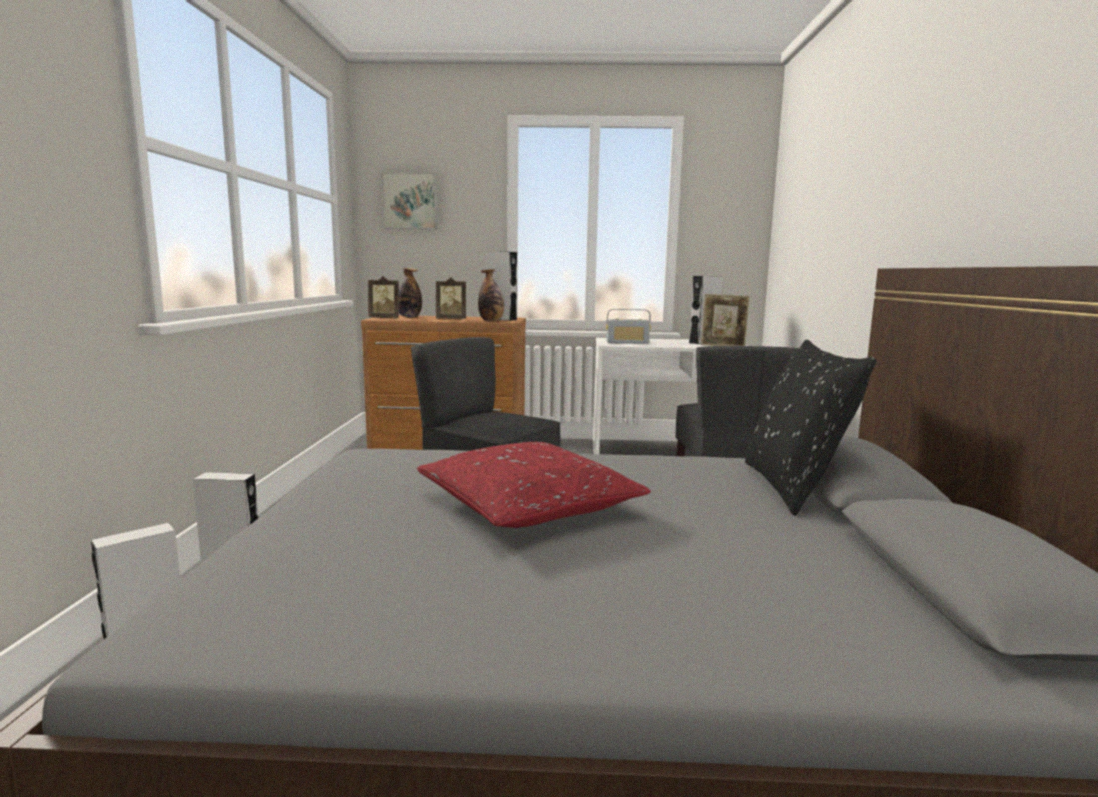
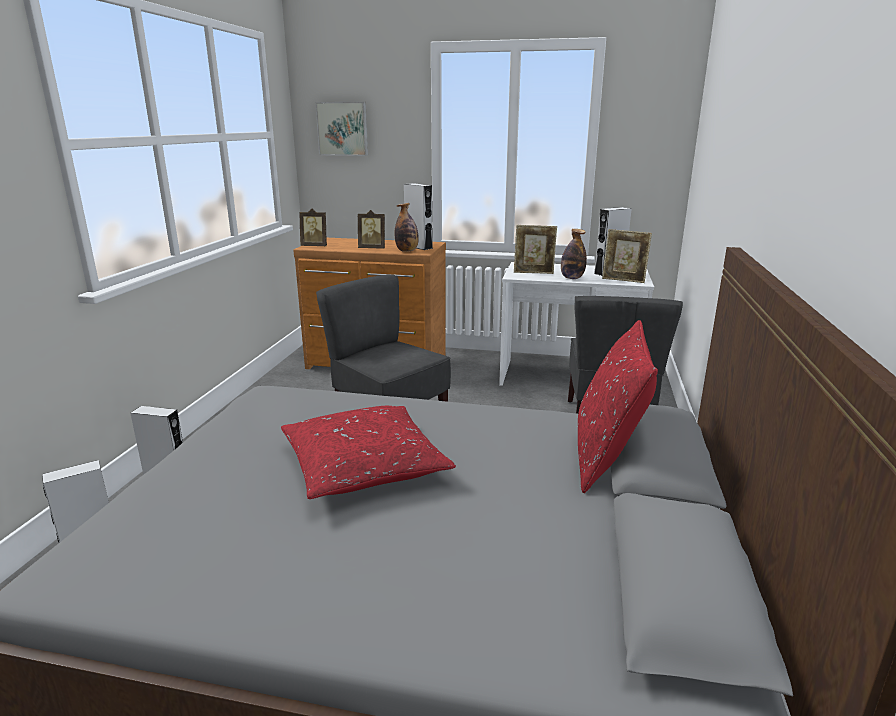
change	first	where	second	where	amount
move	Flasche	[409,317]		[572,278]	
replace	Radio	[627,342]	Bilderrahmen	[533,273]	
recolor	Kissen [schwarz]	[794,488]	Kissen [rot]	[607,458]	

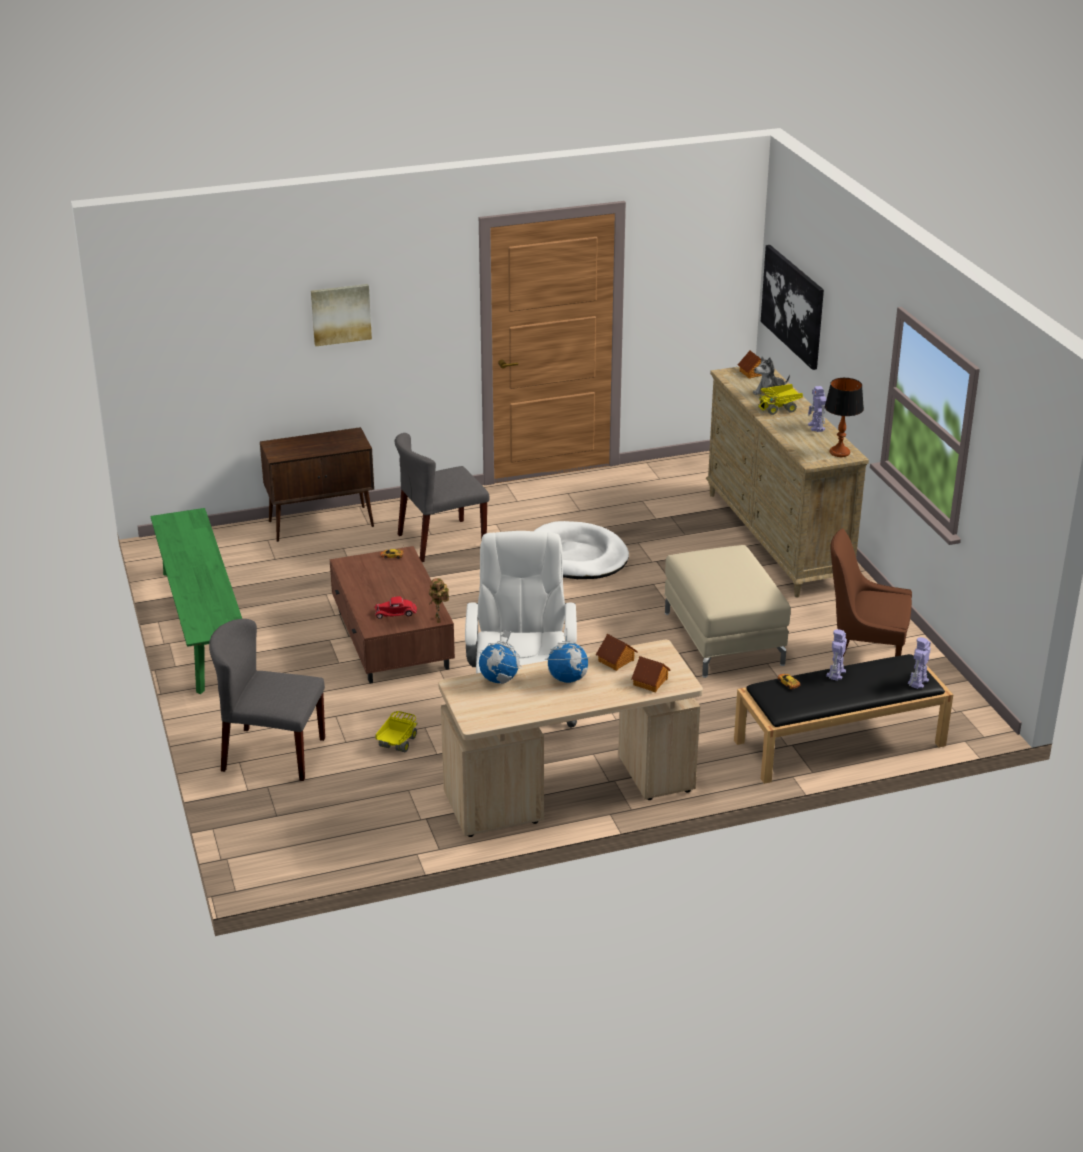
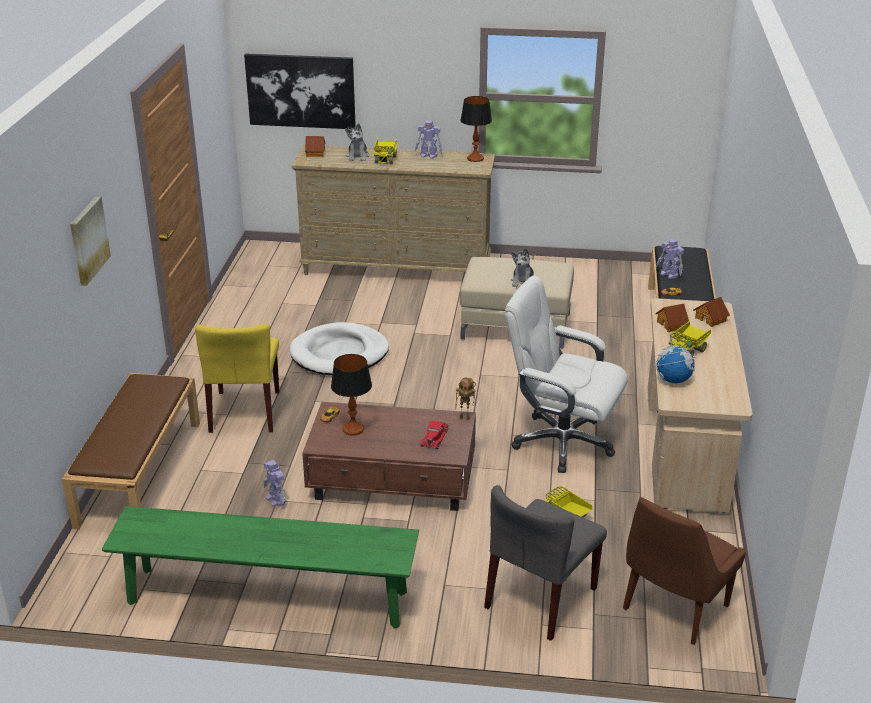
change	first	where	second	where	amount
replace	Schrank [braun]	[322,524]	Bank [braun]	[139,471]	
recolor	Stuhl [grau]	[441,541]	Stuhl [gelb]	[245,412]	
replace	Globus	[568,678]	Spielzeuglaster	[688,350]	
move	Stuhl [braun]	[863,659]		[673,609]	
move	Spielzeugroboter	[918,682]		[276,500]	
insert			Tischlampe	[353,429]	
insert			Plüschtier	[523,281]	

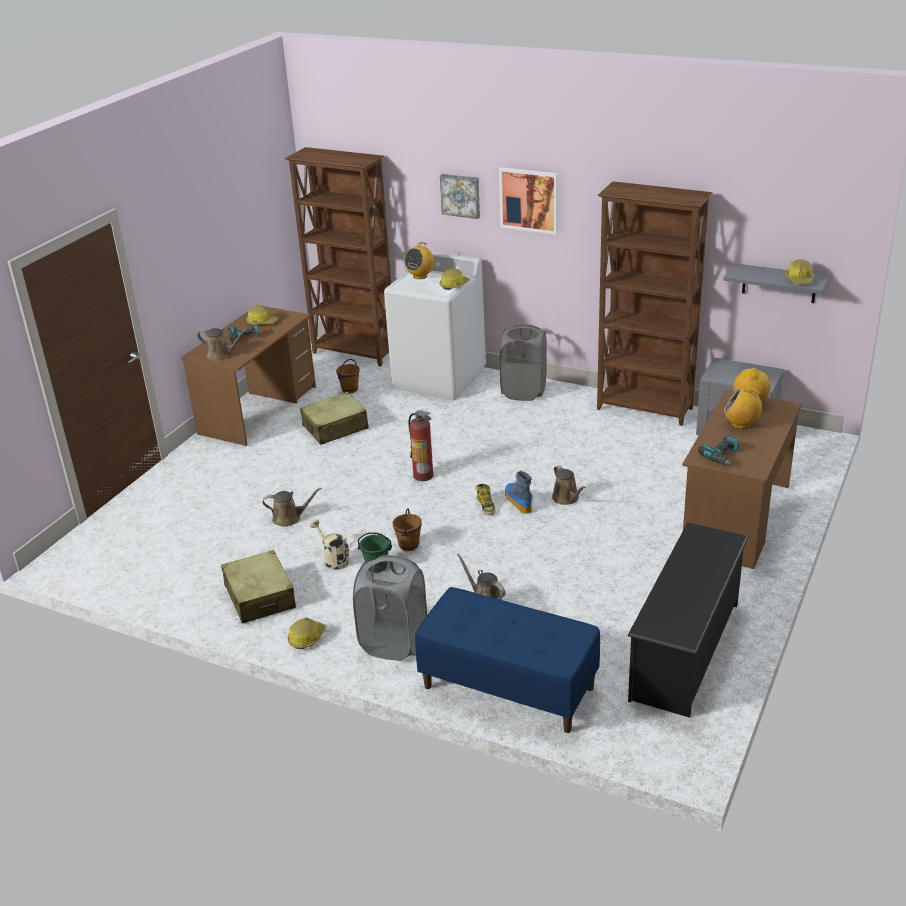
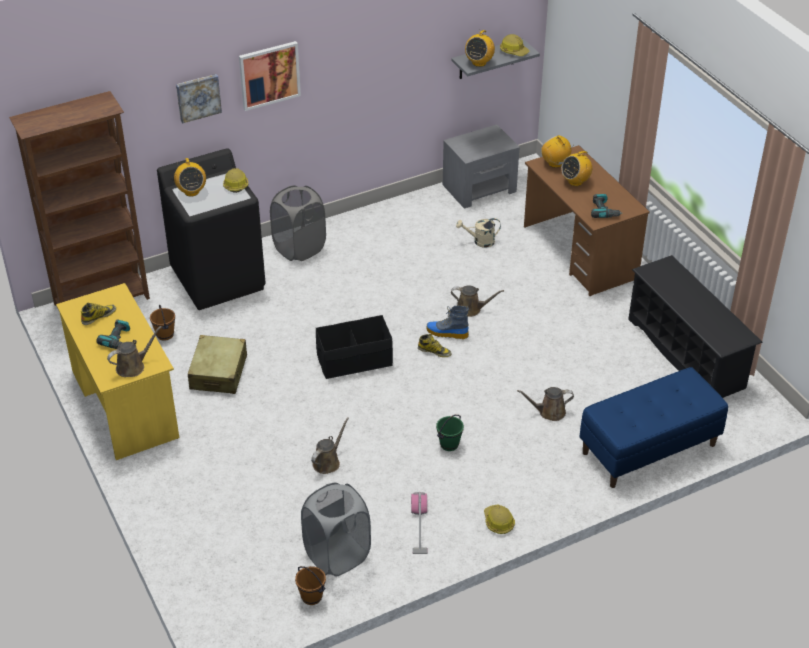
change	first	where	second	where	amount
recolor	Schreibtisch [braun]	[258,410]	Schreibtisch [gelb]	[125,404]	
replace	Koffer [beige]	[260,597]	Staubsauger	[419,525]	
replace	Schutzhelm	[262,322]	Stiefel	[99,316]	
move	Gießkanne [beige]	[333,559]		[480,241]	
move	Wäschekorb [grau]	[393,642]		[337,555]	
recolor	Waschmaschine [weiß]	[439,379]	Waschmaschine [schwarz]	[219,279]	
move	Eimer [braun]	[408,545]		[311,597]	
replace	Feuerlöscher	[423,475]	Aufbewahrungsbox [schwarz]	[354,361]	
delete	Bücherregal [braun]	[645,409]			
insert			Radio	[479,62]	

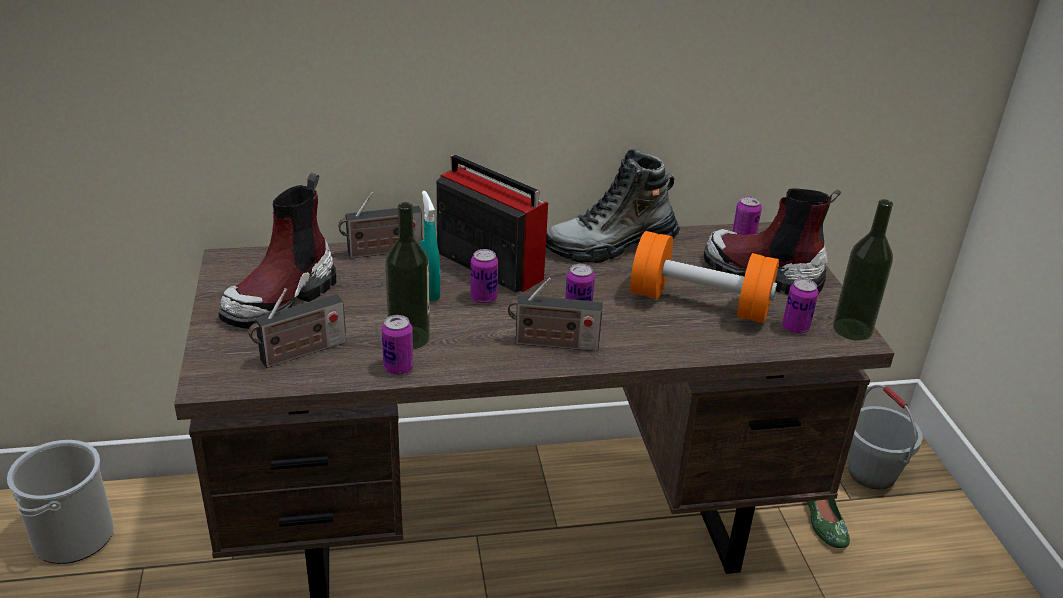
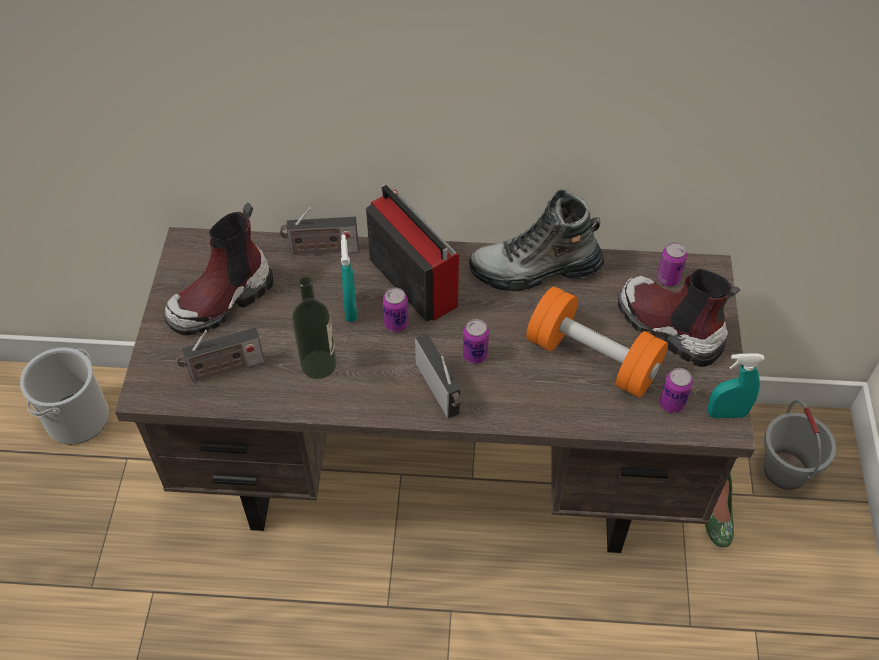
change	first	where	second	where	amount
delete	Dose	[398,368]			
rotate	Radio	[552,344]		[440,390]	135 degrees counterclockwise
replace	Flasche	[852,329]	Sprühflasche [türkis]	[726,413]	

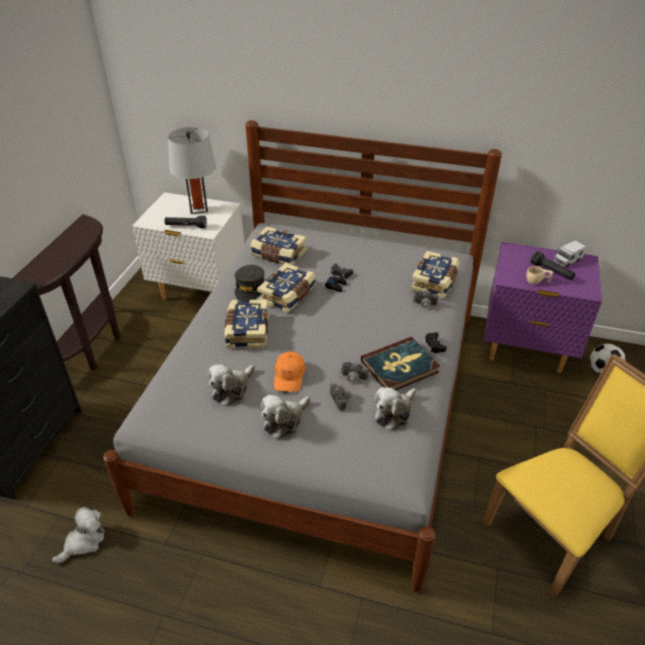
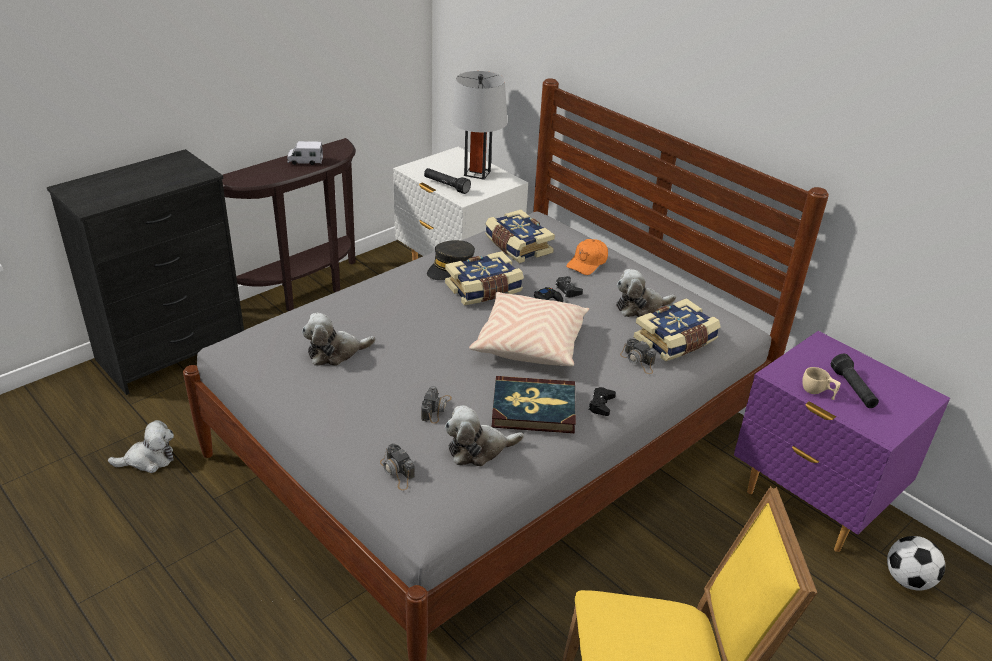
change	first	where	second	where	amount
delete	Buch	[246,332]			
move	Plüschtier	[285,421]		[640,307]	
move	Kappe [orange]	[289,376]		[587,263]	
move	Kamera	[356,379]		[397,472]	
move	Spielzeuglaster	[567,260]		[305,161]	
insert			Kissen [beige]	[530,343]	

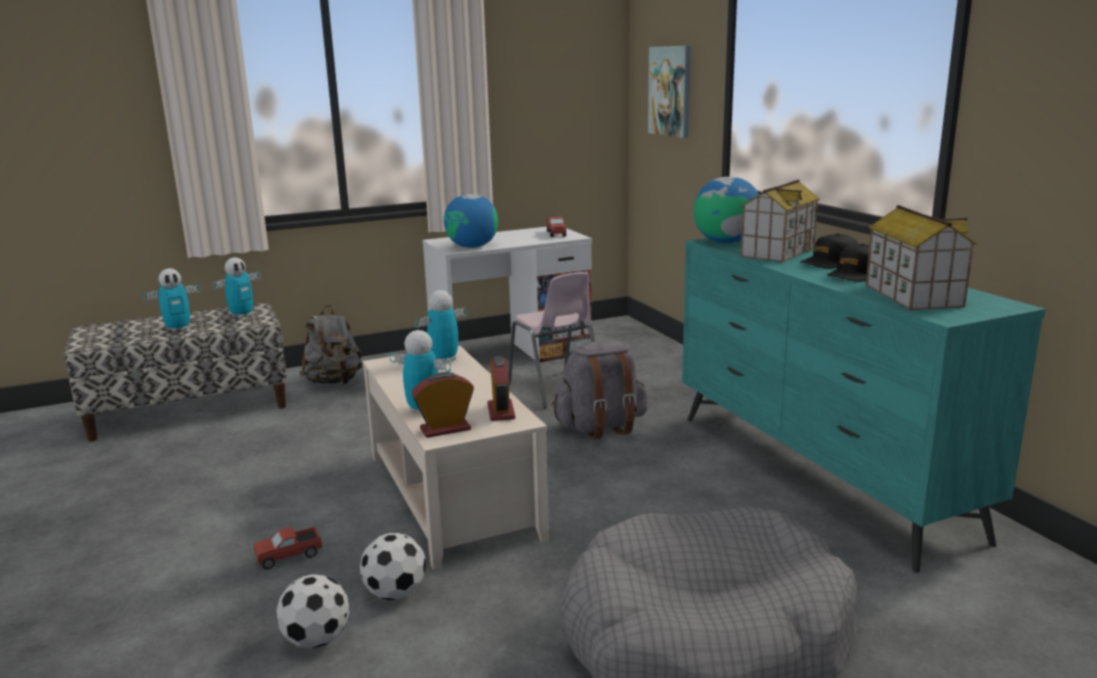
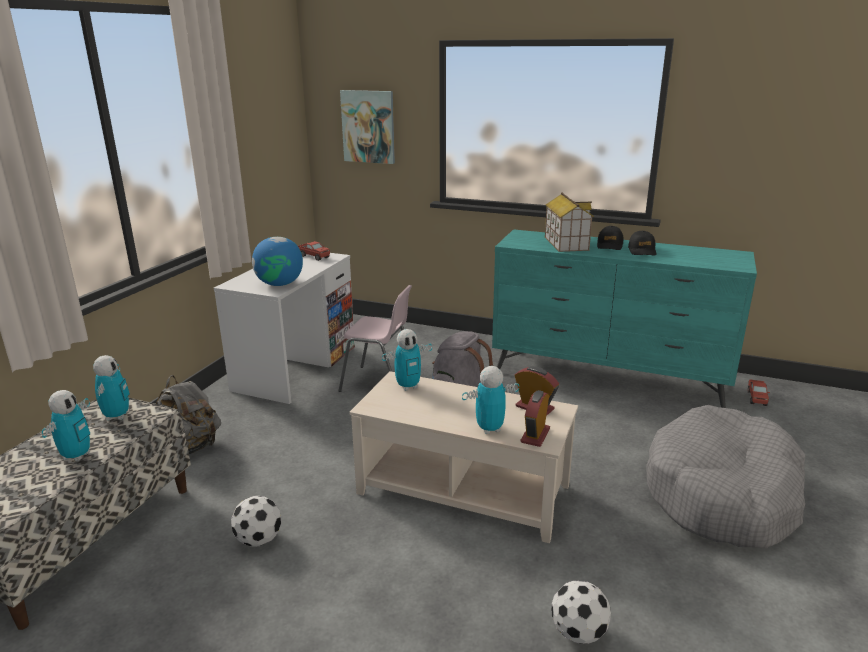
change	first	where	second	where	amount
move	Spielzeuglaster	[289,557]		[756,398]	
move	Fußball	[396,593]		[259,539]	
rotate	Spielzeugroboter	[444,360]		[408,386]	120 degrees counterclockwise
delete	Globus	[726,242]			
delete	Spielzeughaus	[911,295]			

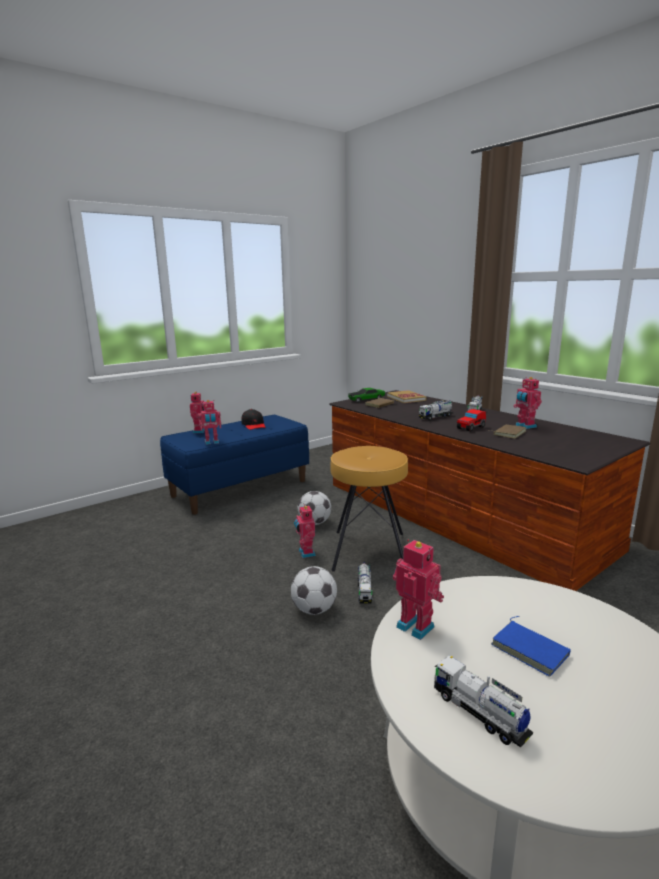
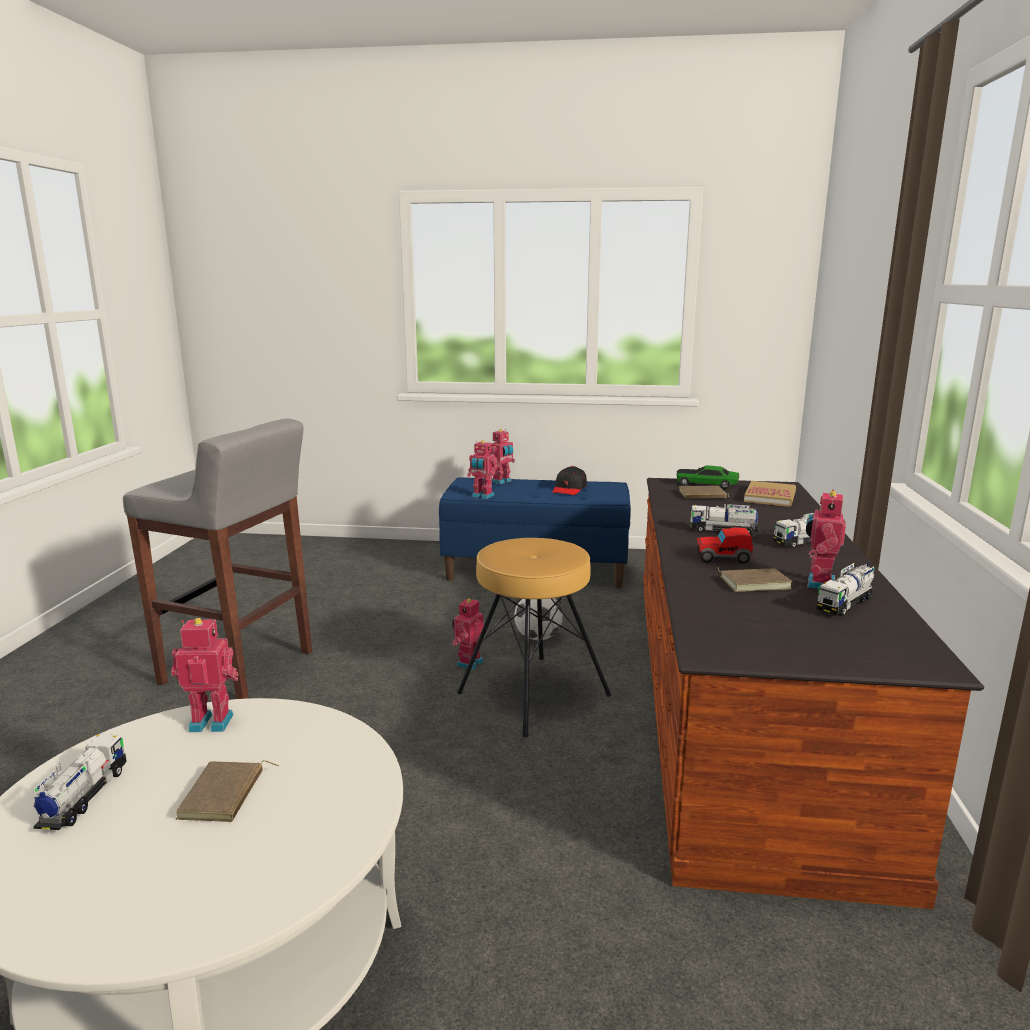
change	first	where	second	where	amount
delete	Fußball	[314,609]			
move	Spielzeuglaster	[364,591]		[845,604]	
rotate	Spielzeugroboter	[416,625]		[212,721]	90 degrees counterclockwise
recolor	Buch [blau]	[531,649]	Buch [braun]	[224,796]	
insert			Hocker [grau]	[239,668]	

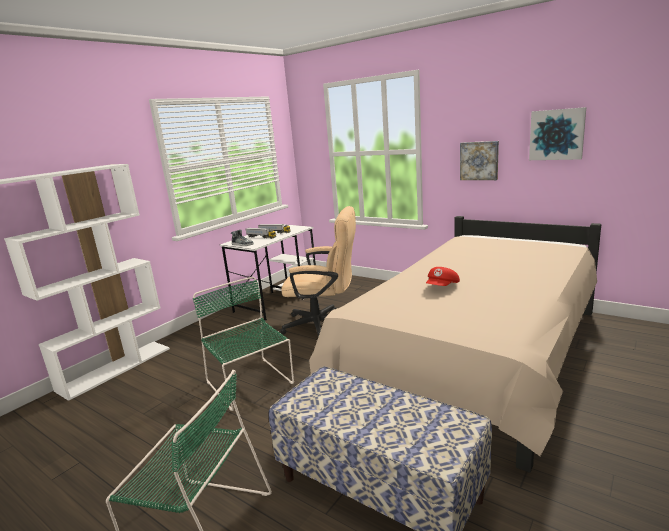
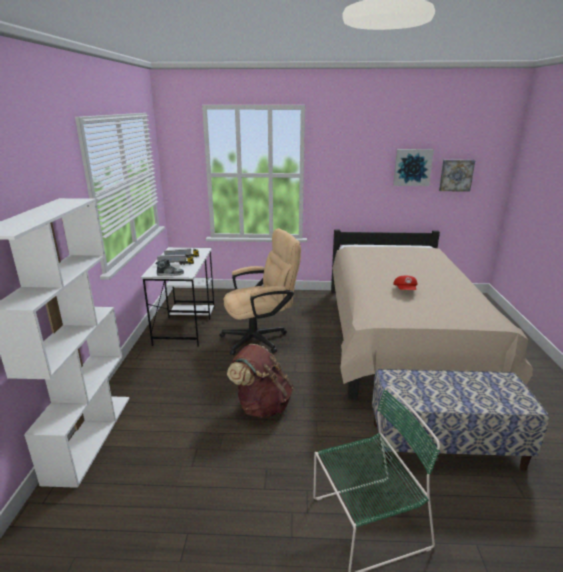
change	first	where	second	where	amount
replace	Stuhl [grün]	[250,384]	Rucksack [braun]	[262,406]	
move	Bild	[479,160]		[456,175]	

